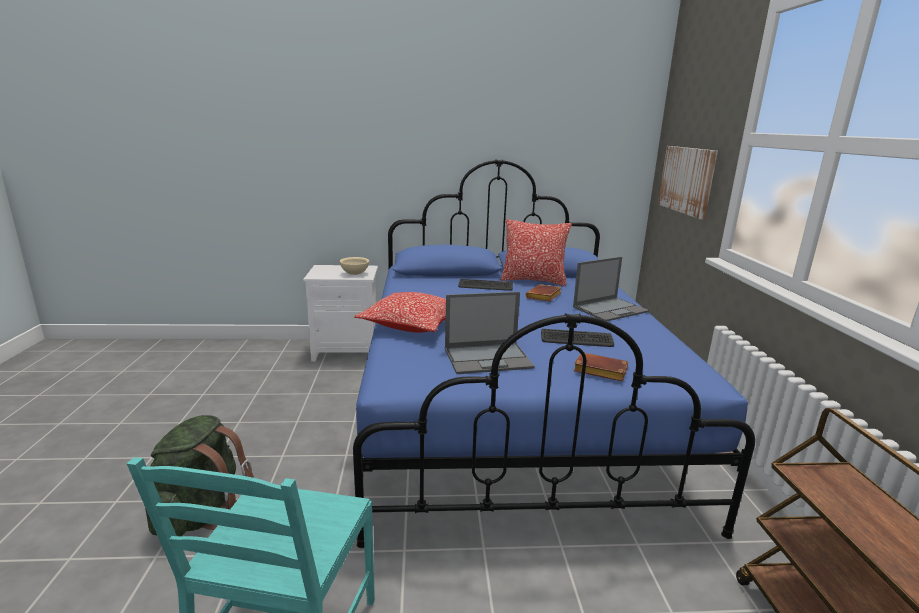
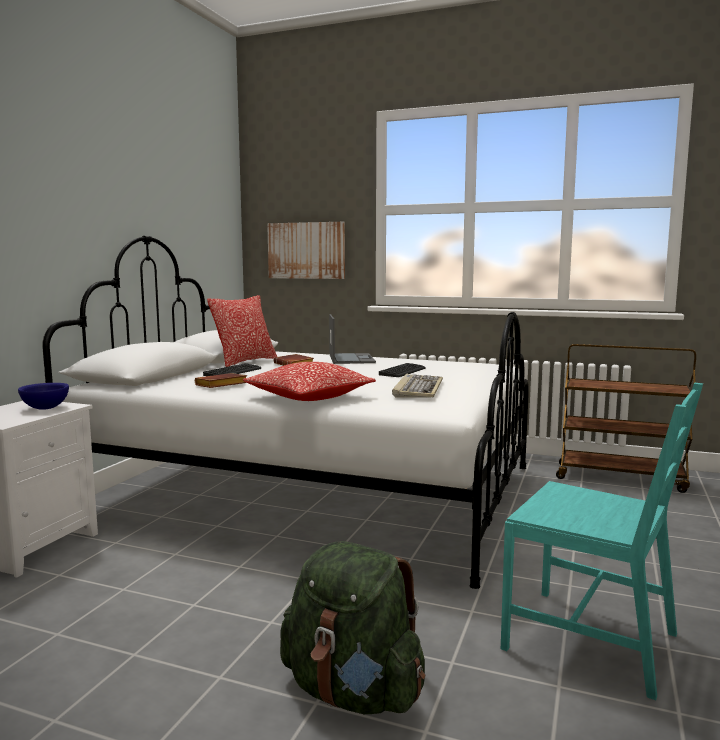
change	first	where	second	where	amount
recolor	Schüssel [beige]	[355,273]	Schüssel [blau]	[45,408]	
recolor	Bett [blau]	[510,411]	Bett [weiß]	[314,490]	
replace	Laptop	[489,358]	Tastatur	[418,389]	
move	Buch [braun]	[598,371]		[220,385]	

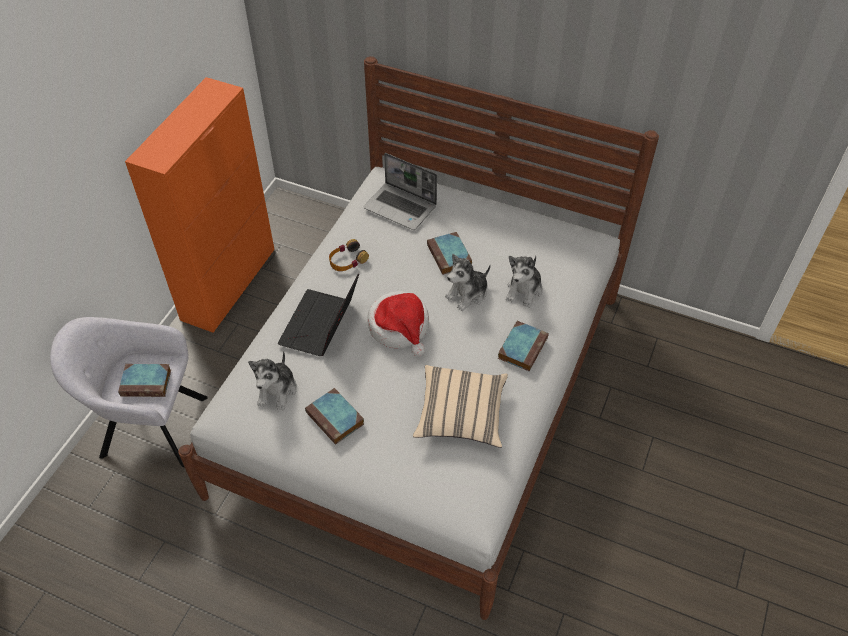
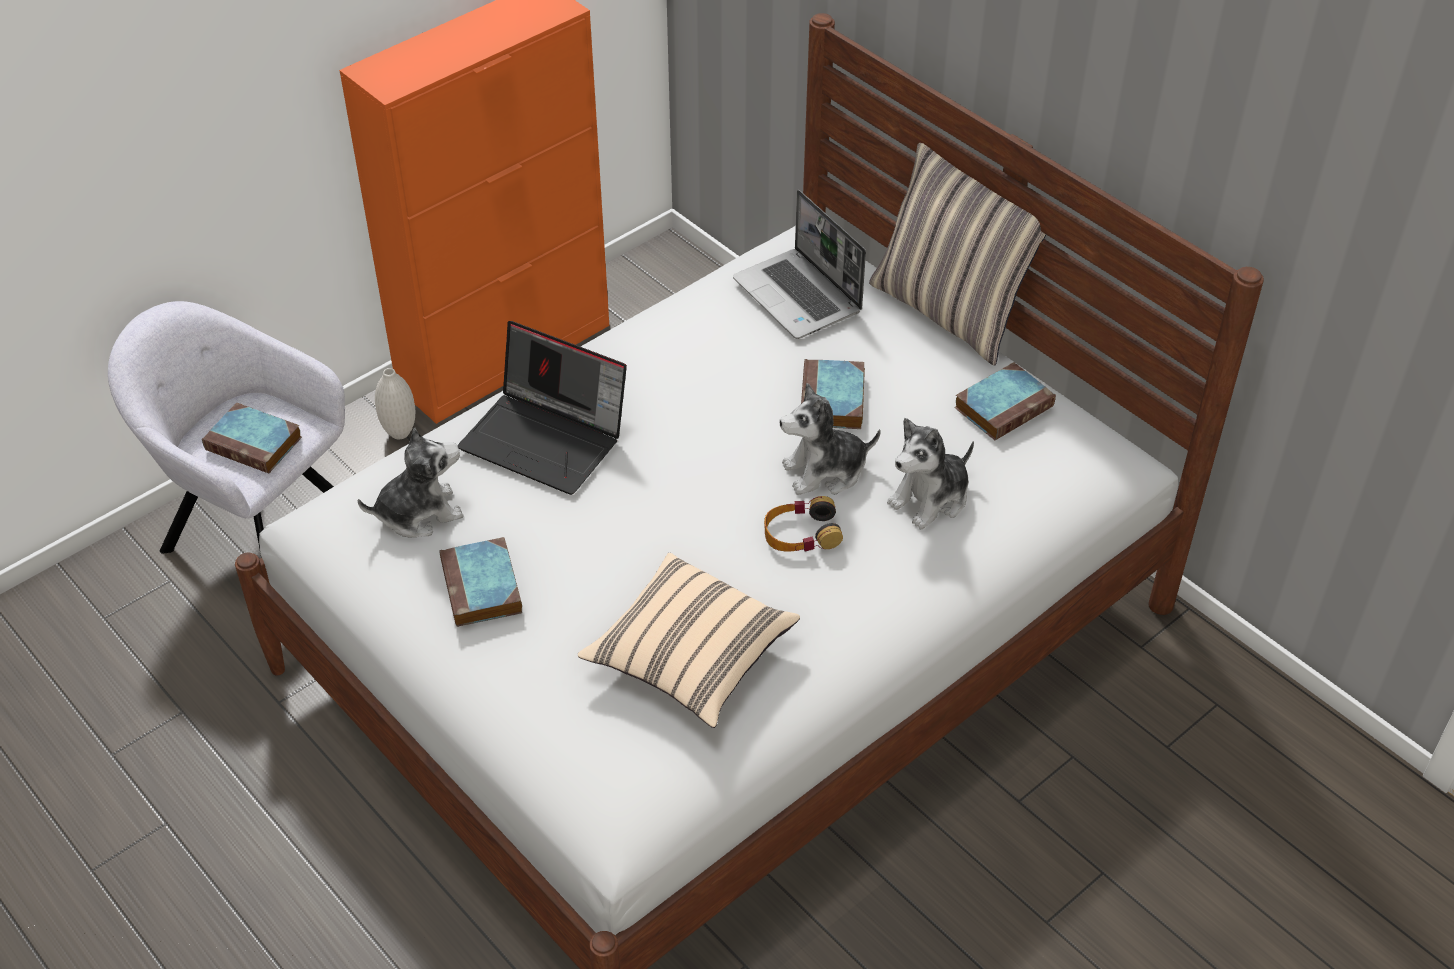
change	first	where	second	where	amount
rotate	Plüschtier	[277,390]		[419,513]	150 degrees counterclockwise
rotate	Laptop	[321,326]		[547,439]	105 degrees counterclockwise
move	Kopfhörer	[347,260]		[801,534]	
delete	Hut	[400,327]			
move	Buch	[522,347]		[1004,406]	
insert			Vase [weiß]	[400,433]	
insert			Kissen	[951,311]	

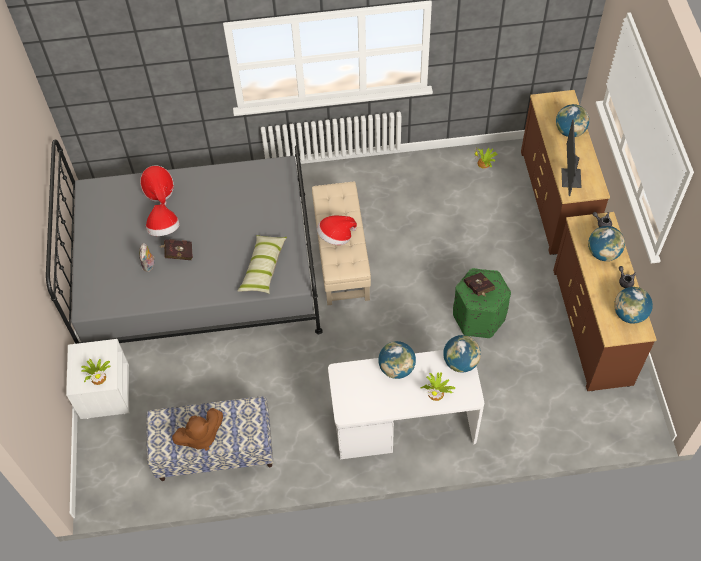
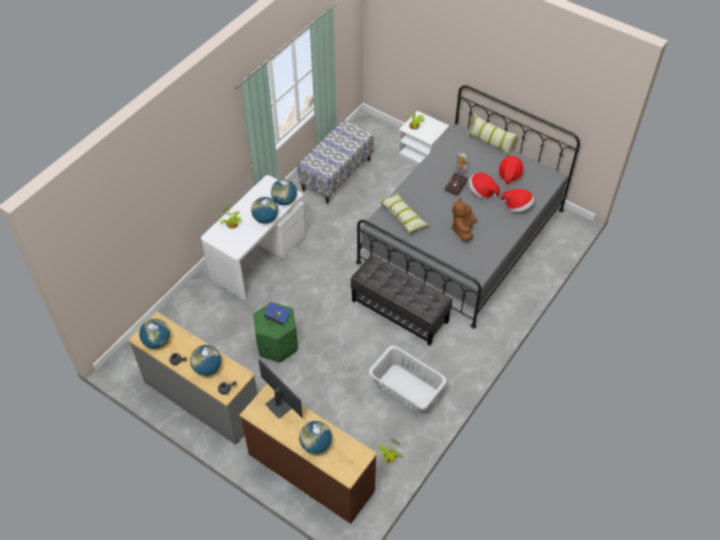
change	first	where	second	where	amount
move	Plüschtier [braun]	[200,437]		[463,230]	
recolor	Polsterhocker [beige]	[341,256]	Polsterhocker [schwarz]	[400,310]	
move	Hut	[336,236]		[509,175]	
move	Globus	[460,362]		[284,201]	
recolor	Buch [rot]	[479,289]	Buch [blau]	[276,316]	
recolor	Kommode [braun]	[592,326]	Kommode [grau]	[202,399]	
insert			Wäschekorb [grau]	[406,389]	
insert			Kissen	[490,142]	

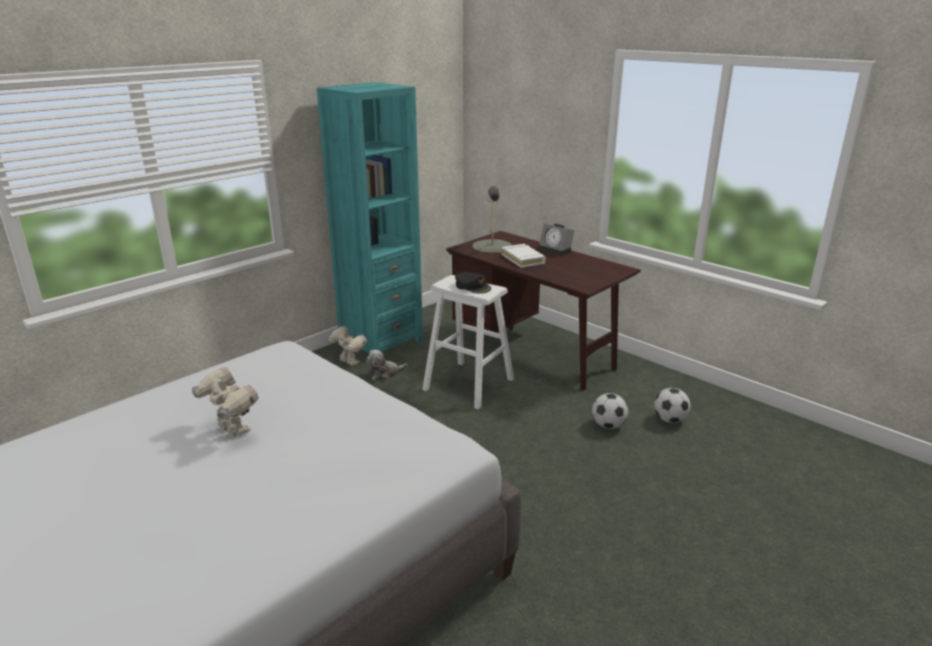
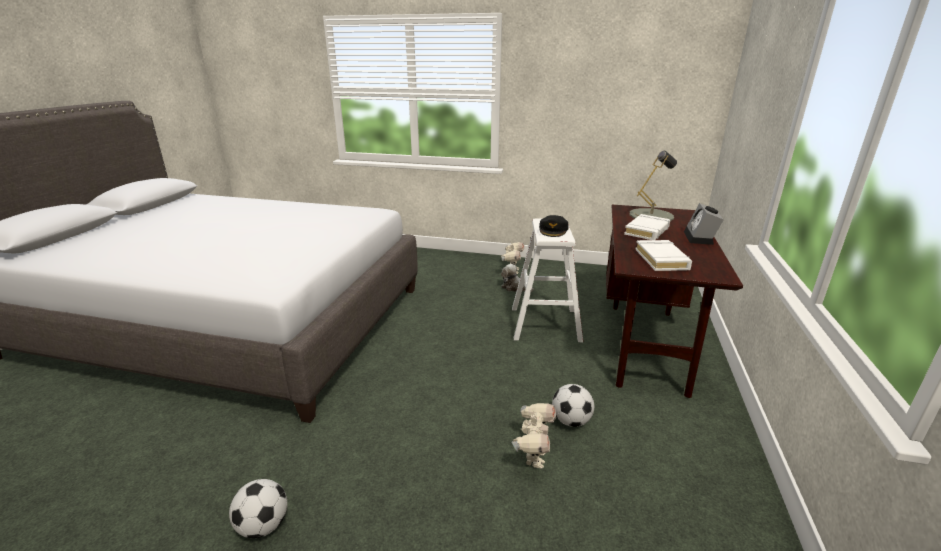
change	first	where	second	where	amount
move	Spielzeugroboter	[232,430]		[533,457]	
delete	Bücherregal [türkis]	[381,342]			
move	Fußball	[669,420]		[263,526]	
insert			Buch [weiß]	[662,259]	

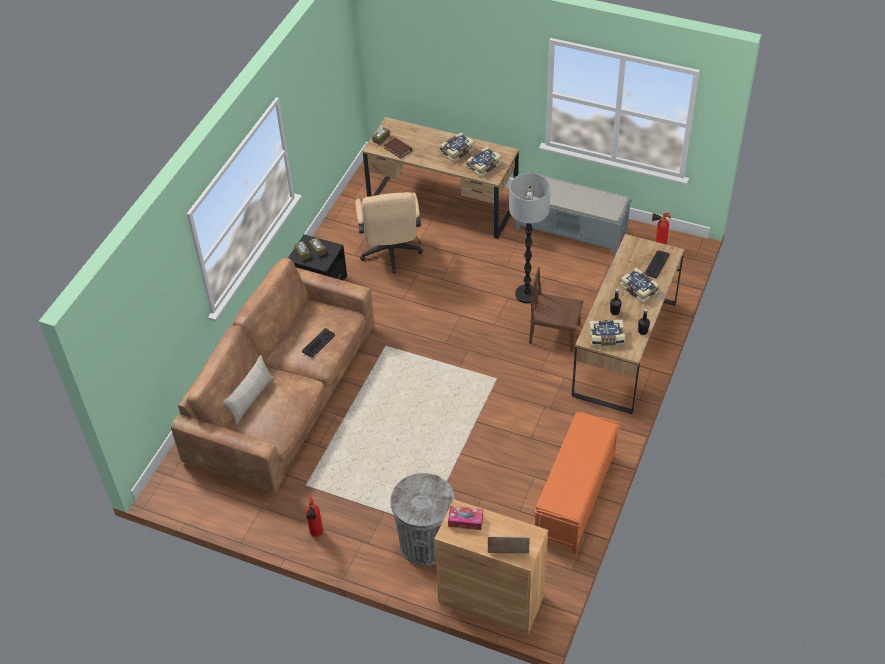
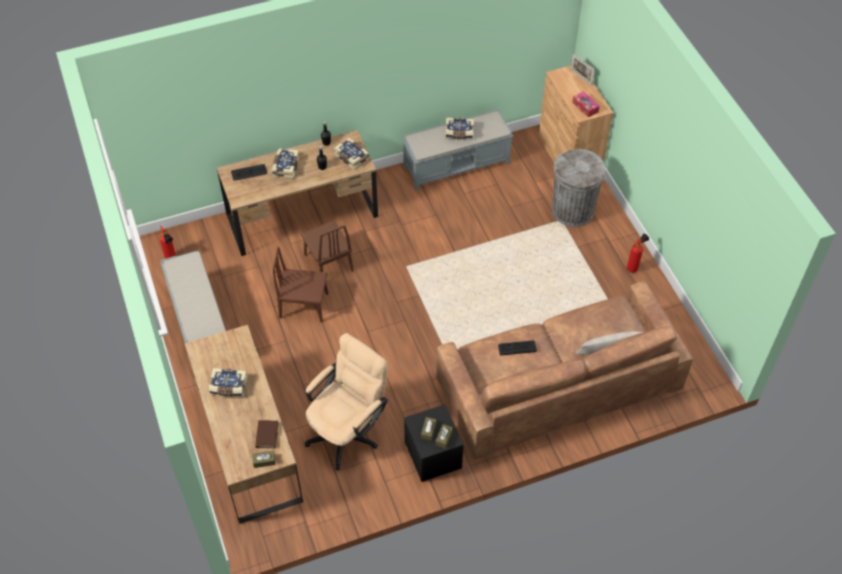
change	first	where	second	where	amount
move	Buch	[483,165]		[459,133]	
replace	Stehlampe	[527,294]	Stuhl [braun]	[304,305]	
recolor	Bank [orange]	[575,497]	Bank [grau]	[457,165]	

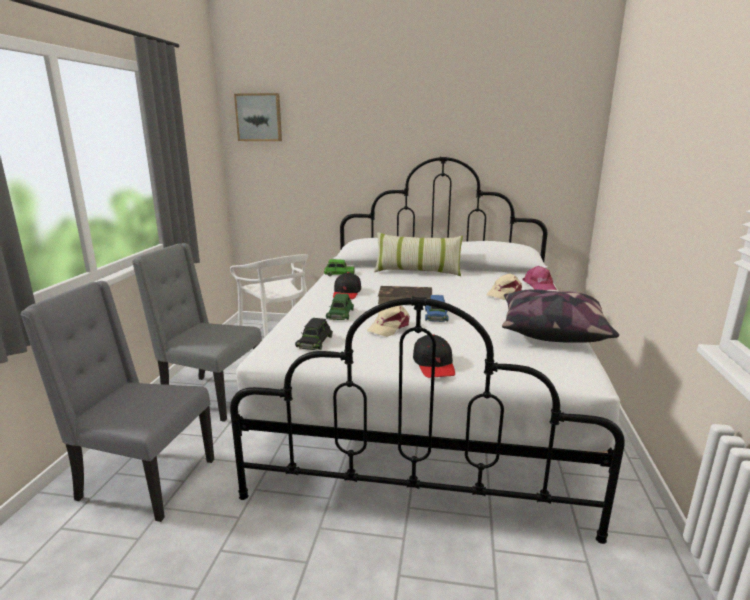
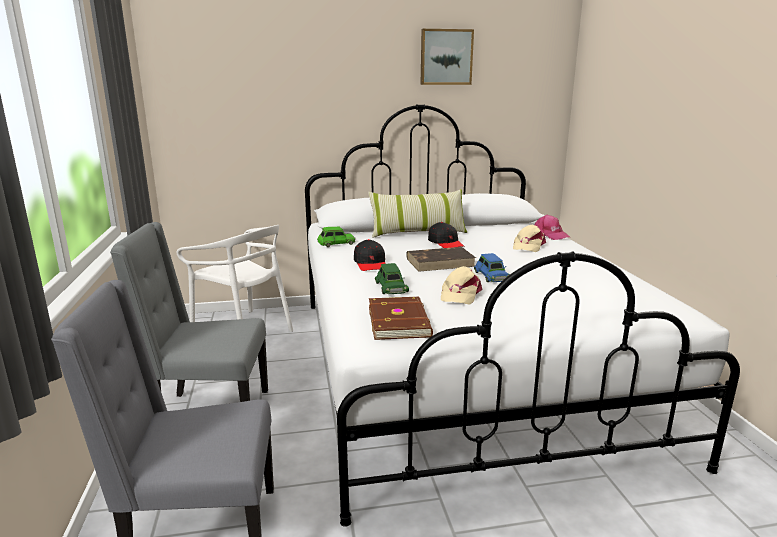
change	first	where	second	where	amount
move	Bild	[259,117]		[446,57]	
replace	Spielzeugauto [schwarz]	[314,341]	Buch [braun]	[400,321]	
move	Kappe [schwarz]	[434,364]		[445,243]	
delete	Kissen	[551,331]			

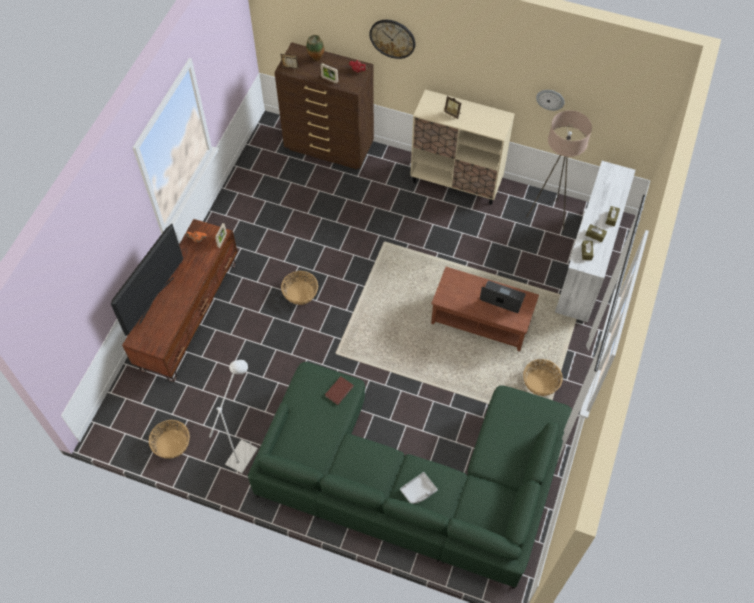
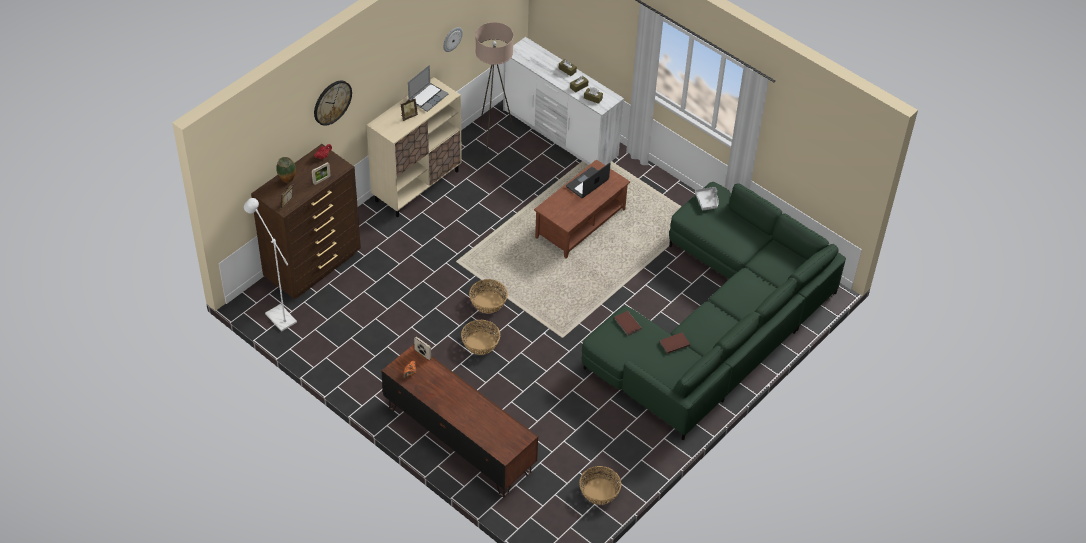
change	first	where	second	where	amount
delete	Fernseher	[156,300]			
move	Stehlampe [weiß]	[245,451]		[277,314]	
move	Tablett [grau]	[418,491]		[707,201]	
move	Korb	[540,382]		[488,302]	
insert			Laptop	[428,97]	
insert			Buch [braun]	[674,343]	

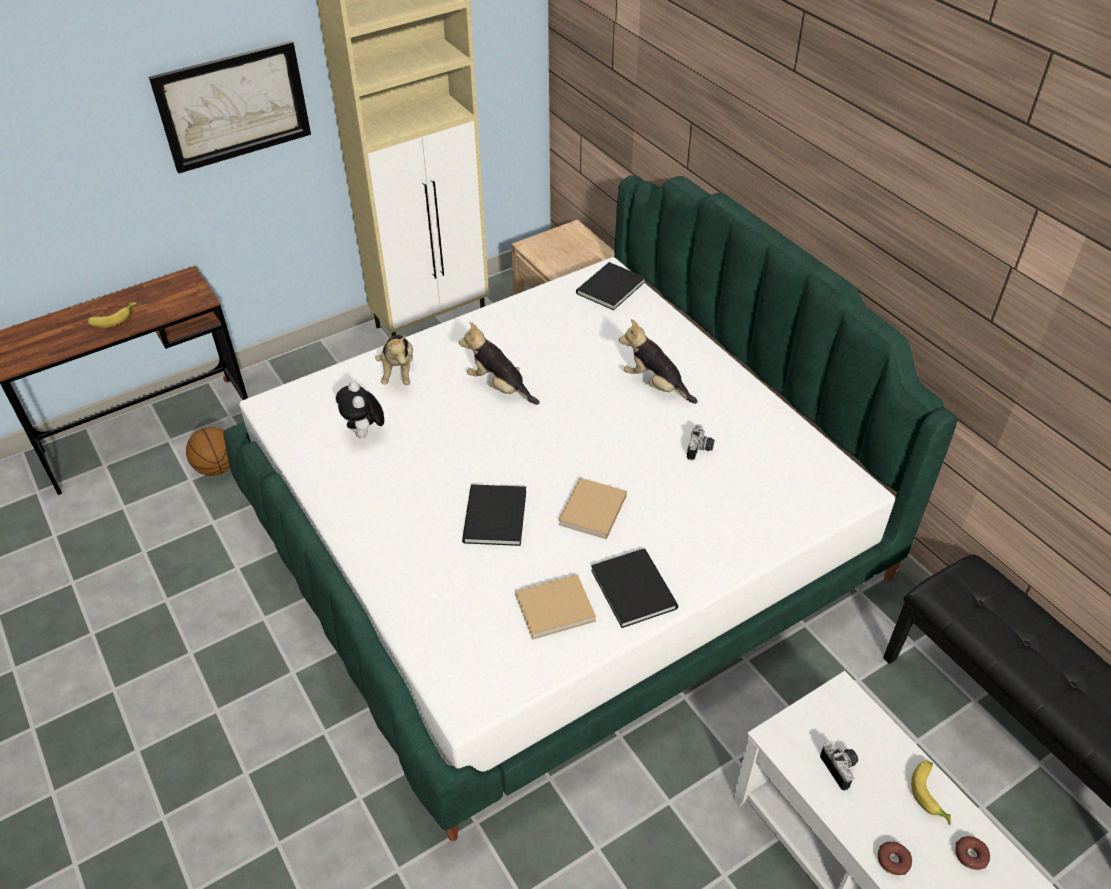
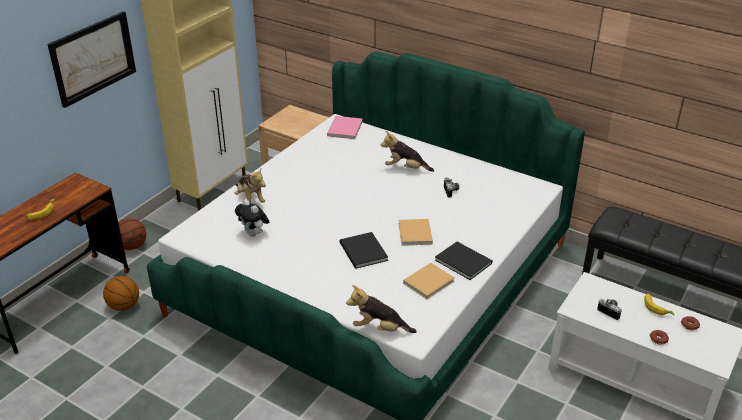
change	first	where	second	where	amount
move	Plüschtier	[499,387]		[379,328]	
recolor	Buch [schwarz]	[608,288]	Buch [rosa]	[343,129]	
insert			Basketball	[132,246]	

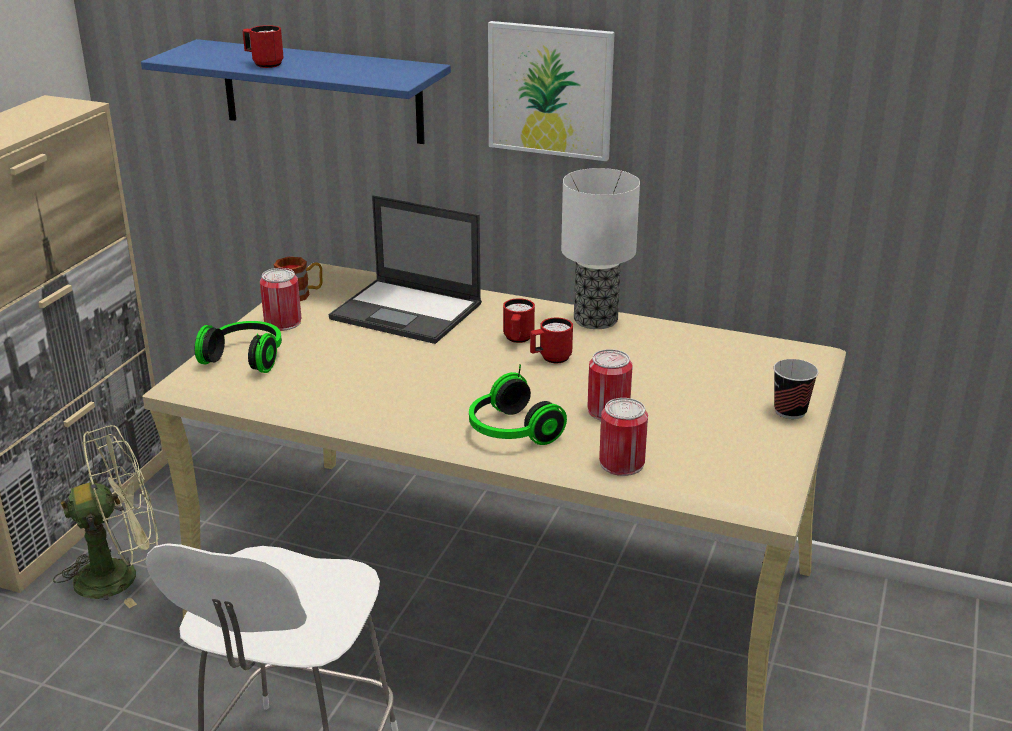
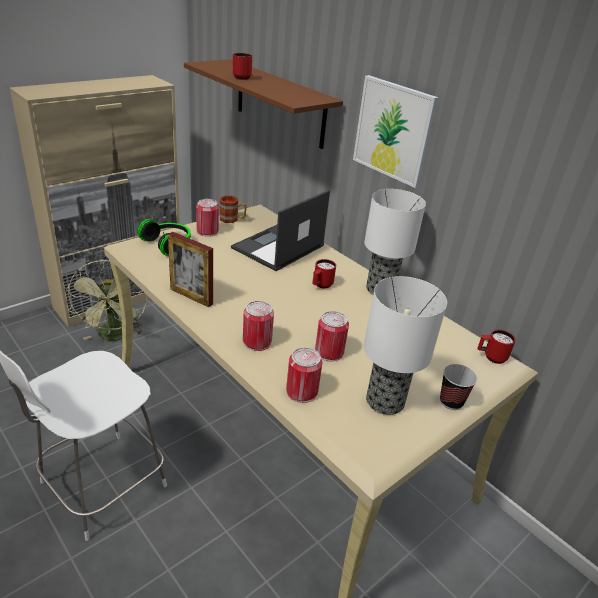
change	first	where	second	where	amount
rotate	Ventilator [grün]	[120,575]		[115,336]	75 degrees clockwise
recolor	Wandregal [blau]	[321,91]	Wandregal [braun]	[280,103]	
rotate	Laptop	[408,311]		[277,247]	75 degrees clockwise
replace	Kopfhörer	[510,432]	Dose	[257,342]	
move	Henkelbecher [rot]	[550,358]		[491,357]	
insert			Bilderrahmen	[191,296]	
insert			Tischlampe	[385,400]	

